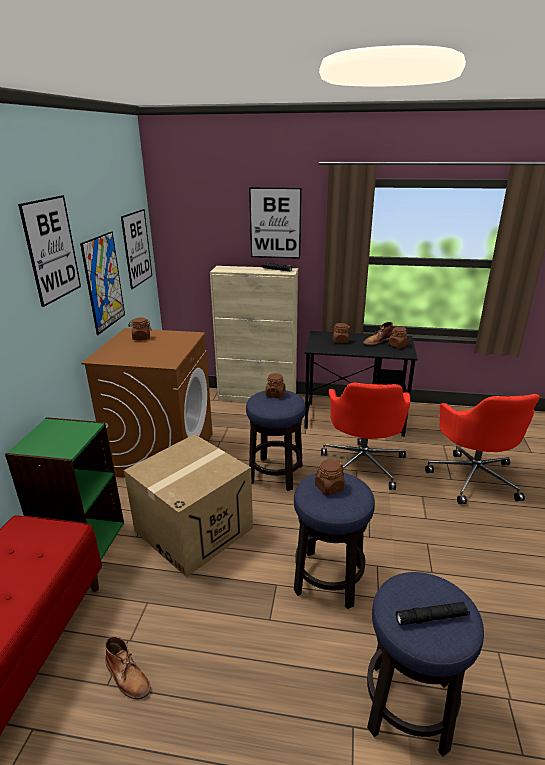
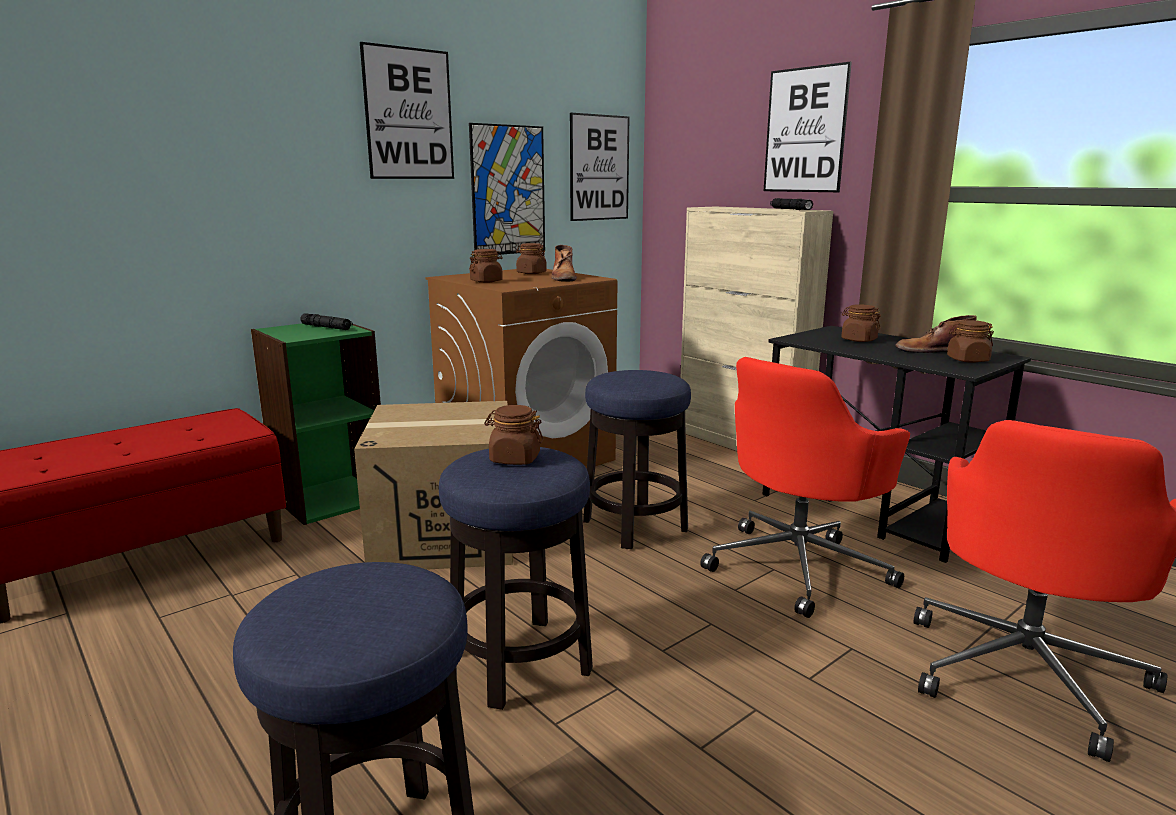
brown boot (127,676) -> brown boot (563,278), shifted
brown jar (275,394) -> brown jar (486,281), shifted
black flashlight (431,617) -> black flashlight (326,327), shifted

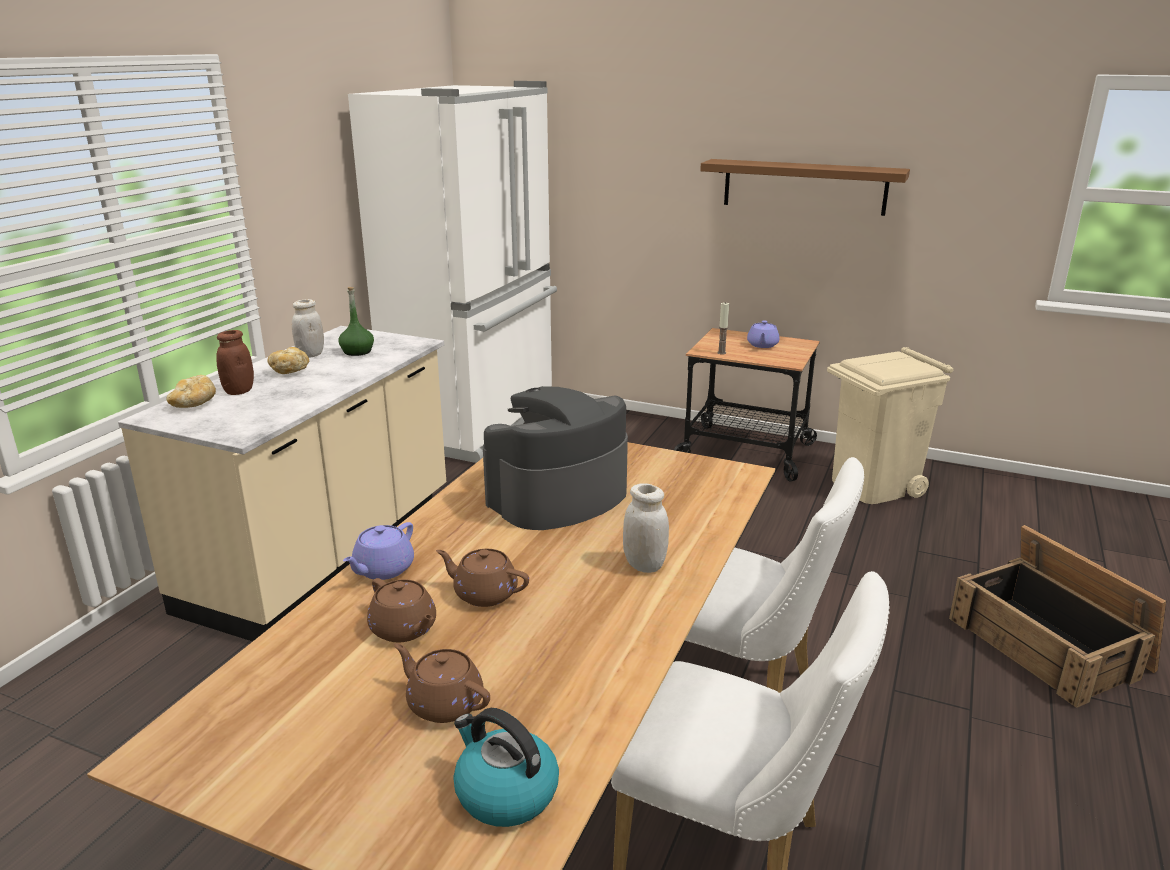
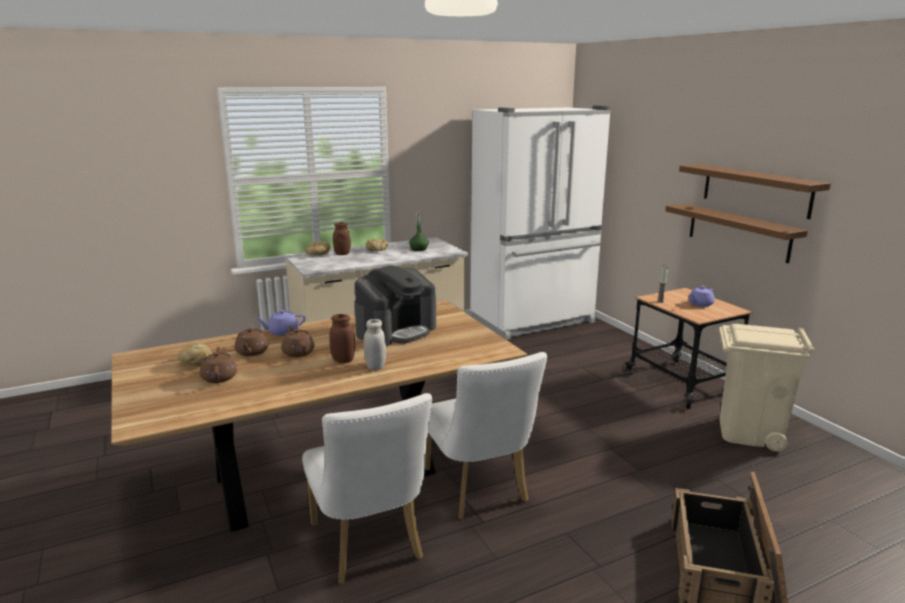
white jar (310,354) -> none
kettle (505,793) -> none
none -> bread (196,363)
none -> brown jar (343,360)
none -> brown shelf (738,232)
coffee machine (557,497) -> coffee machine (396,331), 135 degrees clockwise

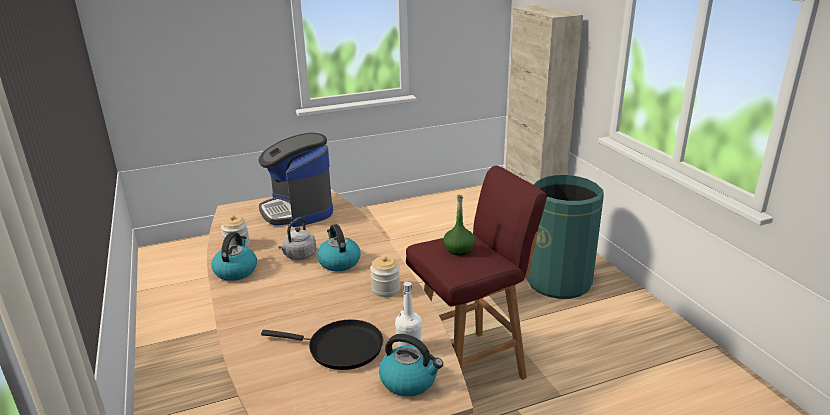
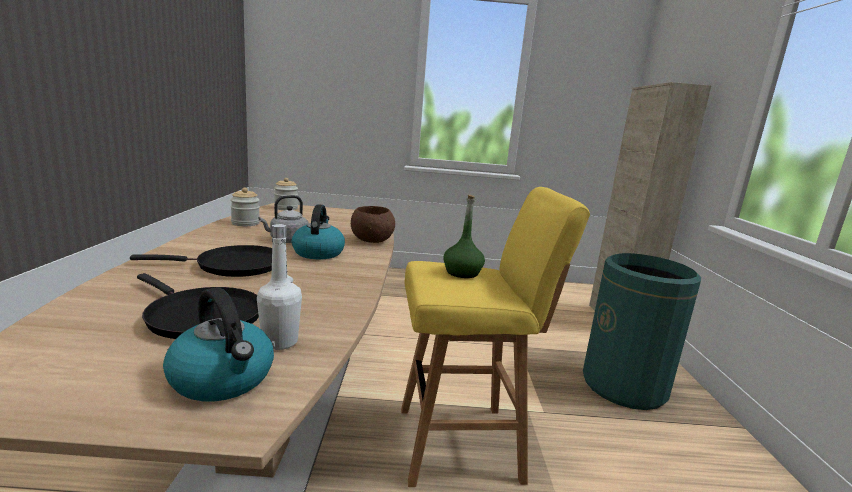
kettle (236,271) -> none
coffee machine (298,210) -> none
none -> black frying pan (234,266)
none -> brown bowl (371,240)
jar (386,290) -> jar (286,208), shifted
red stool (471,367) -> yellow stool (462,444)

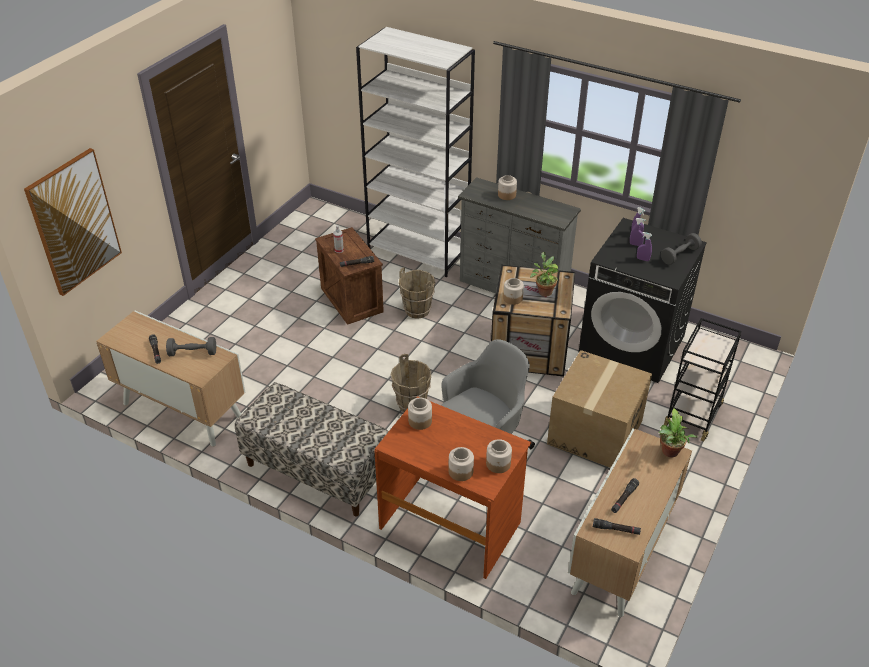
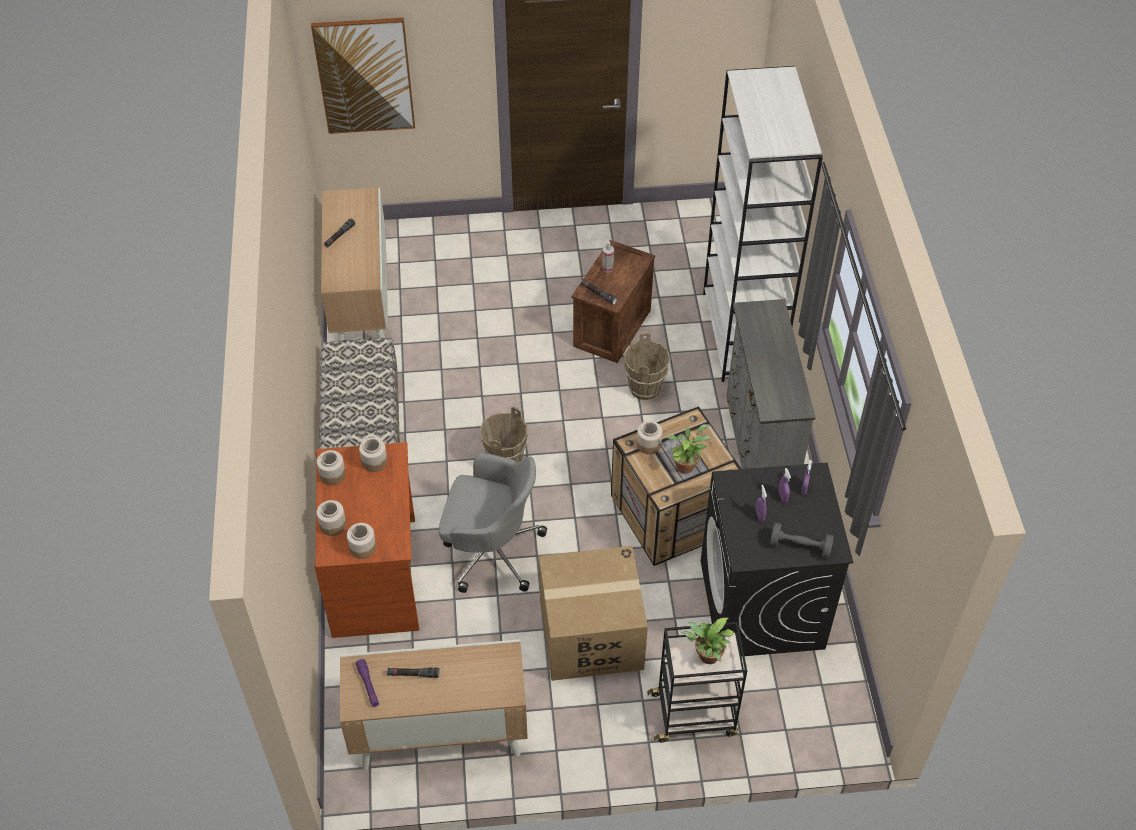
grey dumbbell (192,353) -> none
jar (506,195) -> jar (332,475), shifted
potted plant (670,453) -> potted plant (706,657), shifted
black flashlight (616,529) -> purple flashlight (368,685)

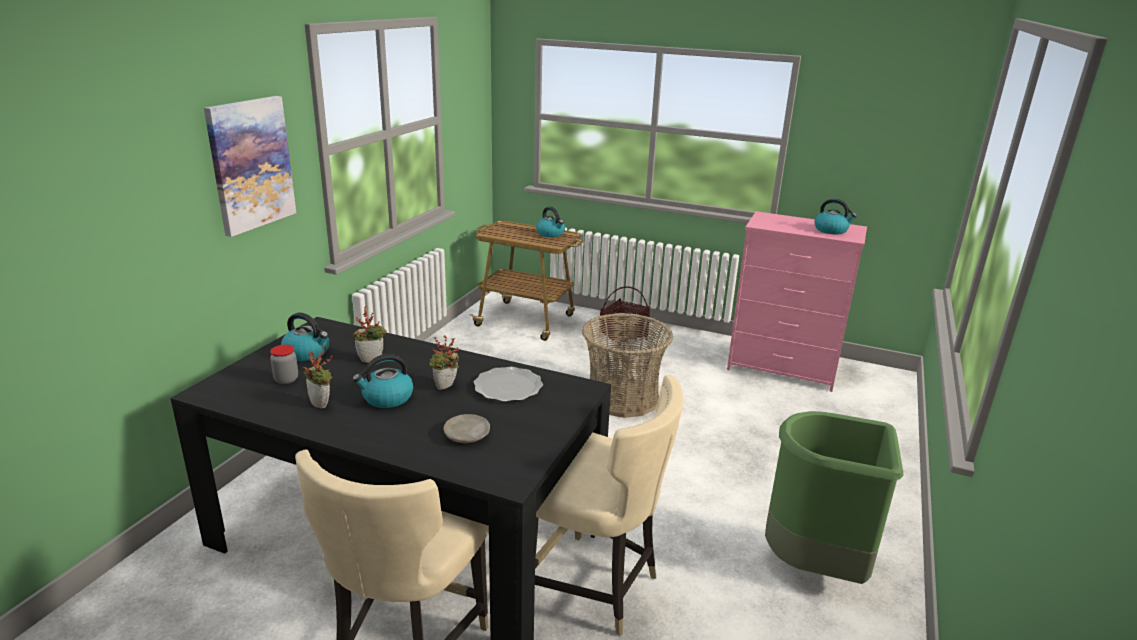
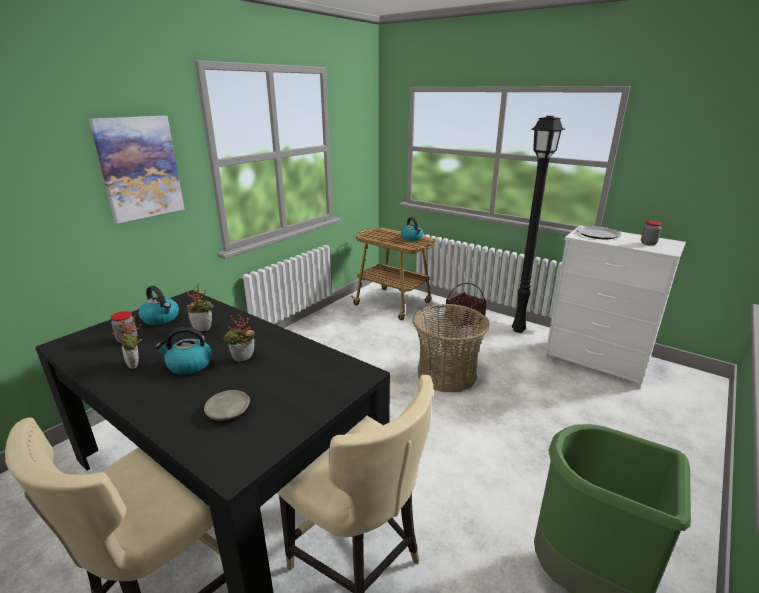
none -> black floor lamp (519,330)
plate (508,387) -> plate (598,234), shifted
kettle (831,230) -> jar (648,243)
pink dresser (783,369) -> white dresser (596,363)

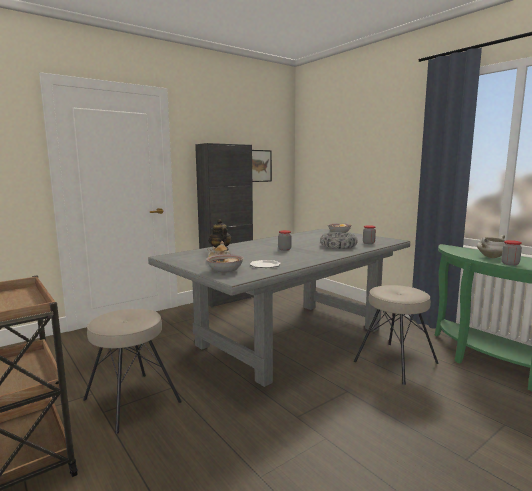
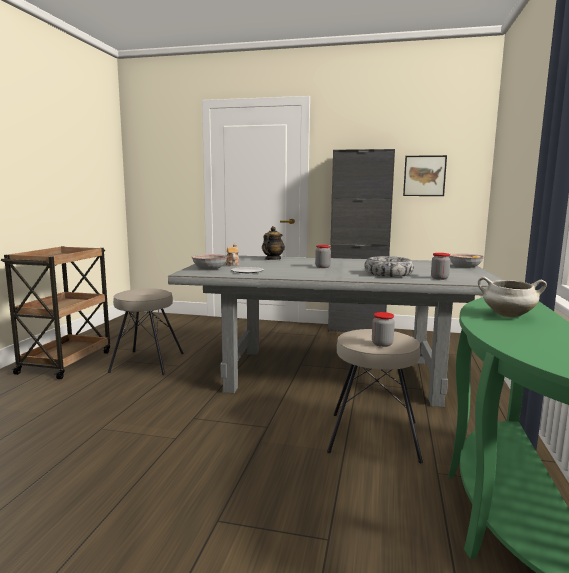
jar (510,264) -> jar (382,344), shifted

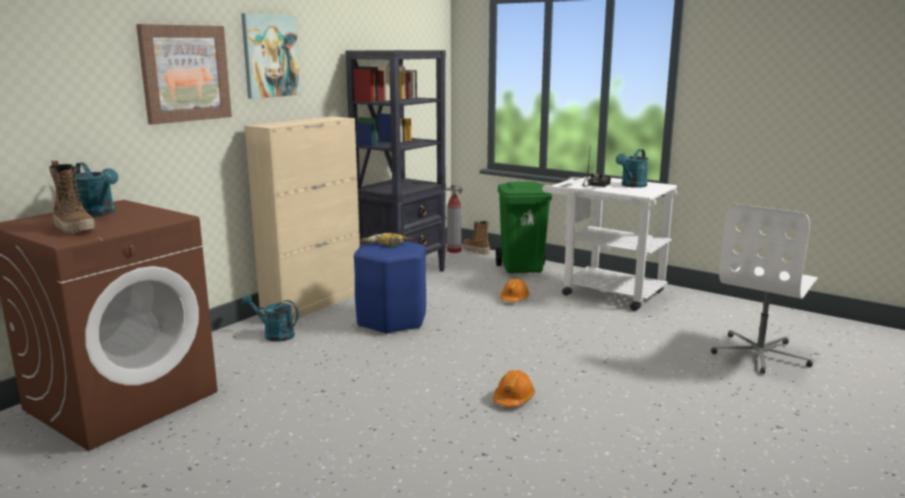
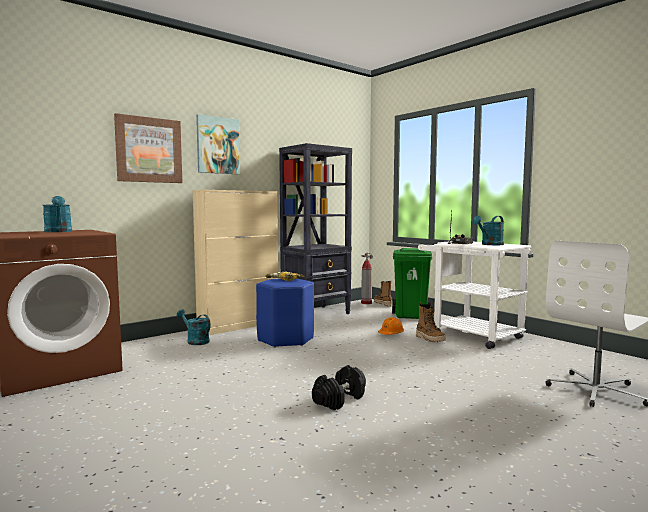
boot (75,229) -> boot (430,339), shifted
orange hard hat (513,398) -> black dumbbell (339,400)

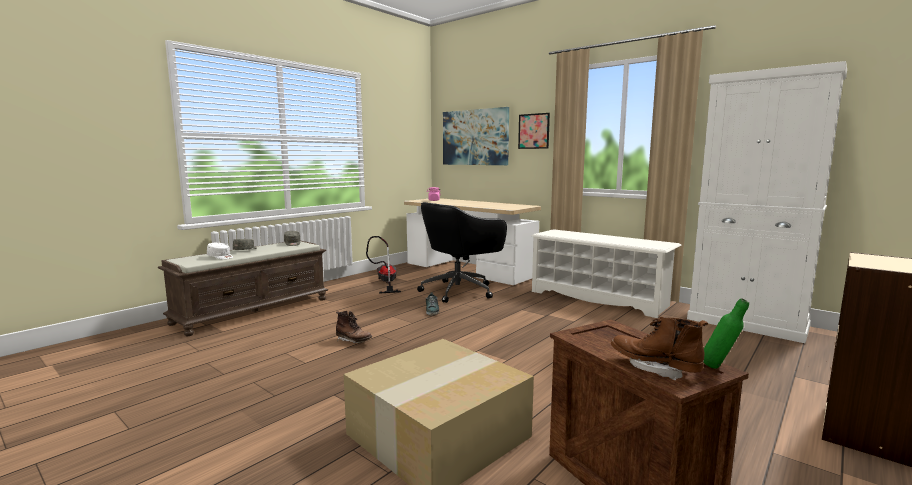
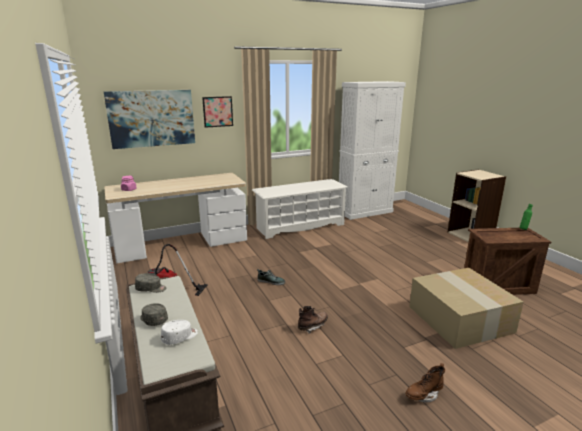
black office chair (460,291) -> none
brown boot (654,368) -> brown boot (423,395), shifted

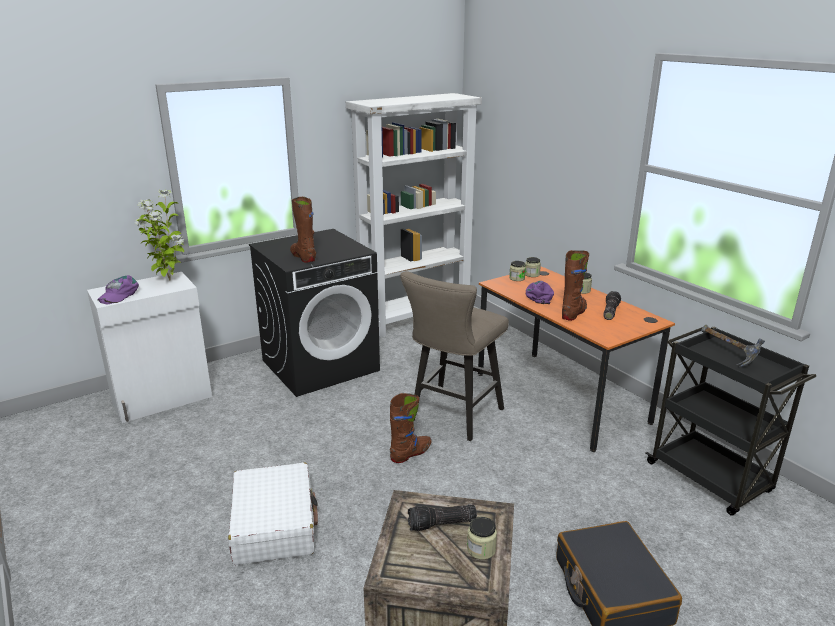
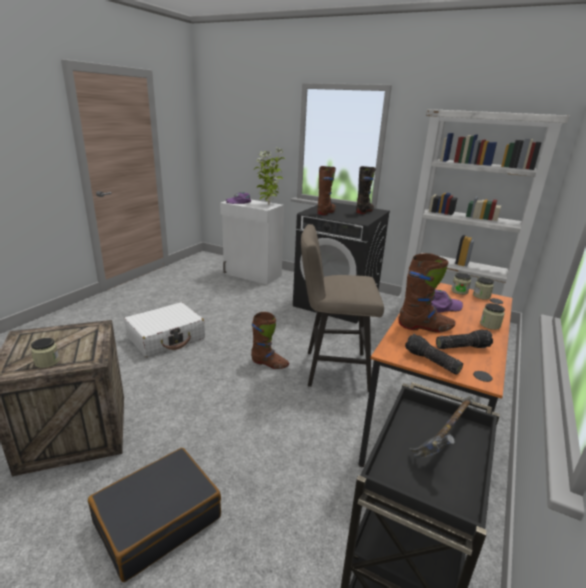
none -> black boot (364,211)
flashlight (441,525) -> flashlight (431,361), shifted

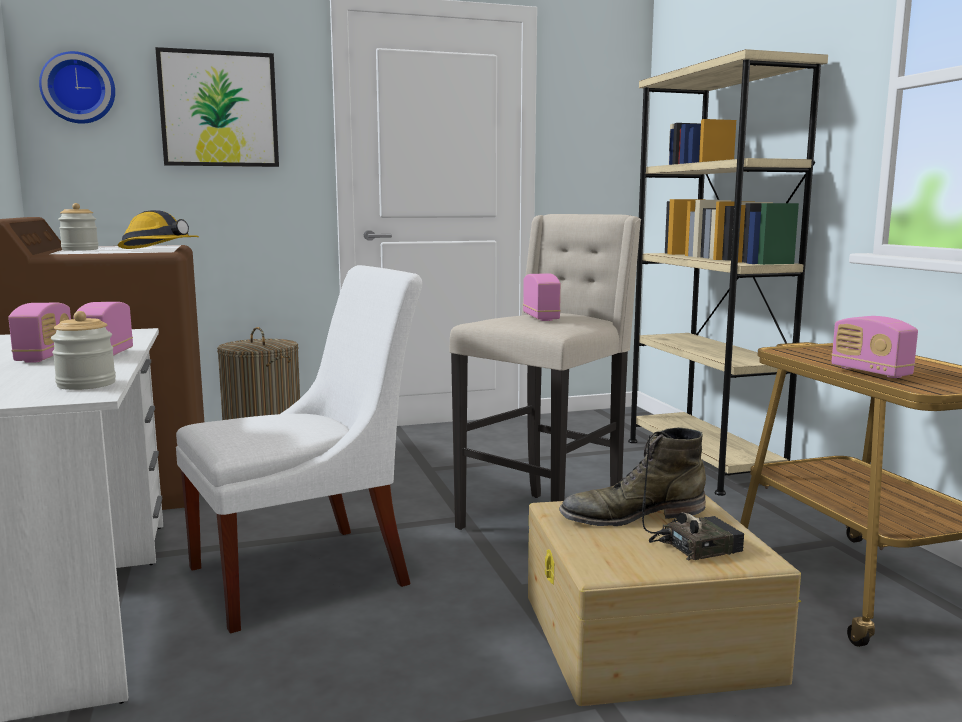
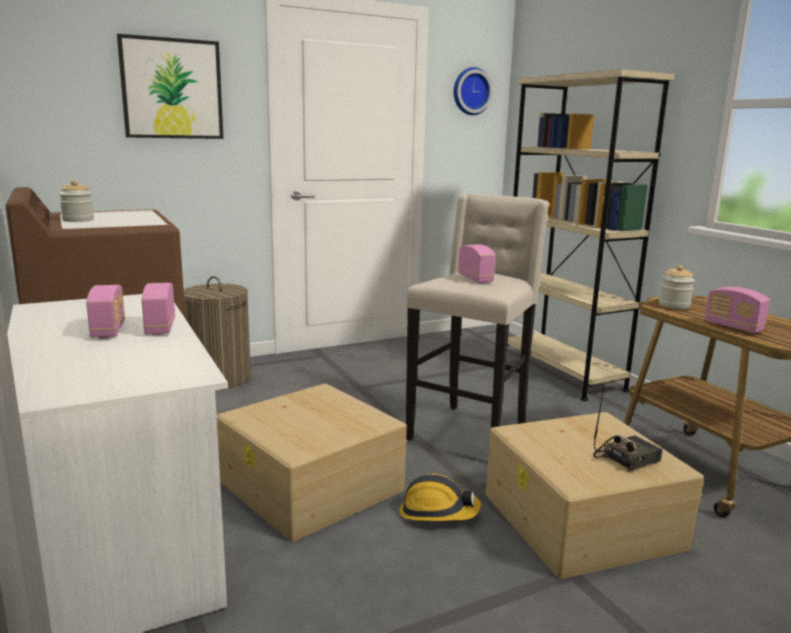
green boot (631,515) -> none
wall clock (78,88) -> wall clock (470,91), shifted
jar (86,384) -> jar (674,305), shifted
hard hat (159,249) -> hard hat (438,512), shifted
white chair (308,573) -> beige storage box (311,486)

